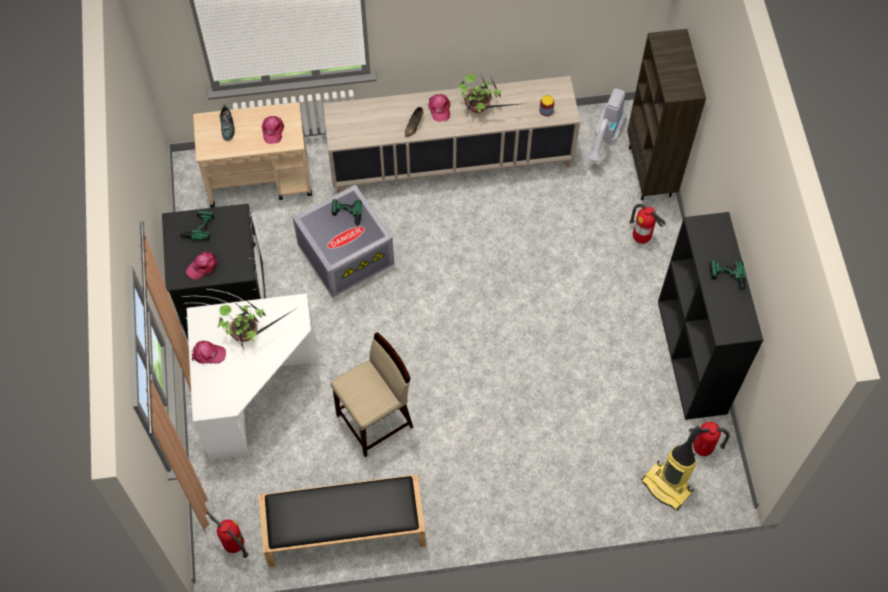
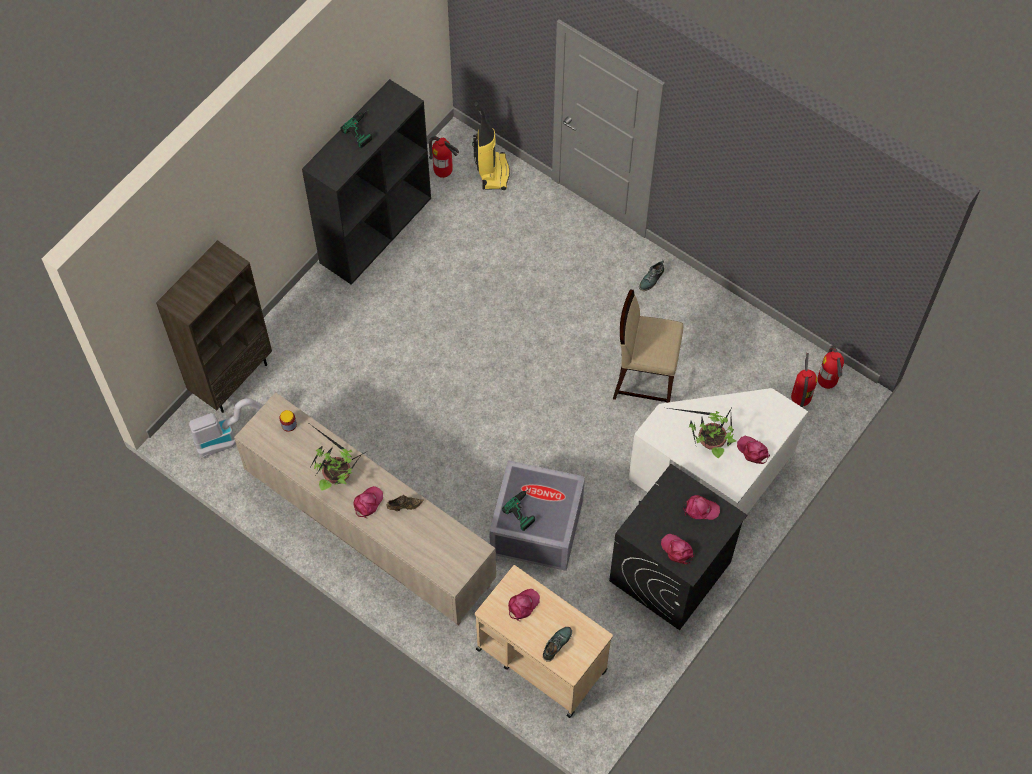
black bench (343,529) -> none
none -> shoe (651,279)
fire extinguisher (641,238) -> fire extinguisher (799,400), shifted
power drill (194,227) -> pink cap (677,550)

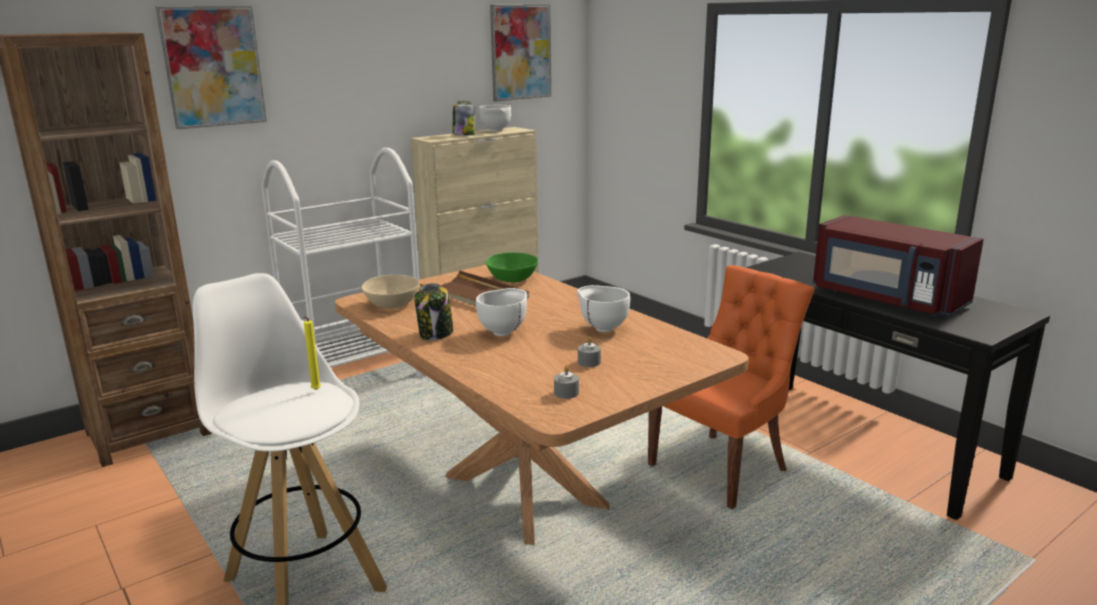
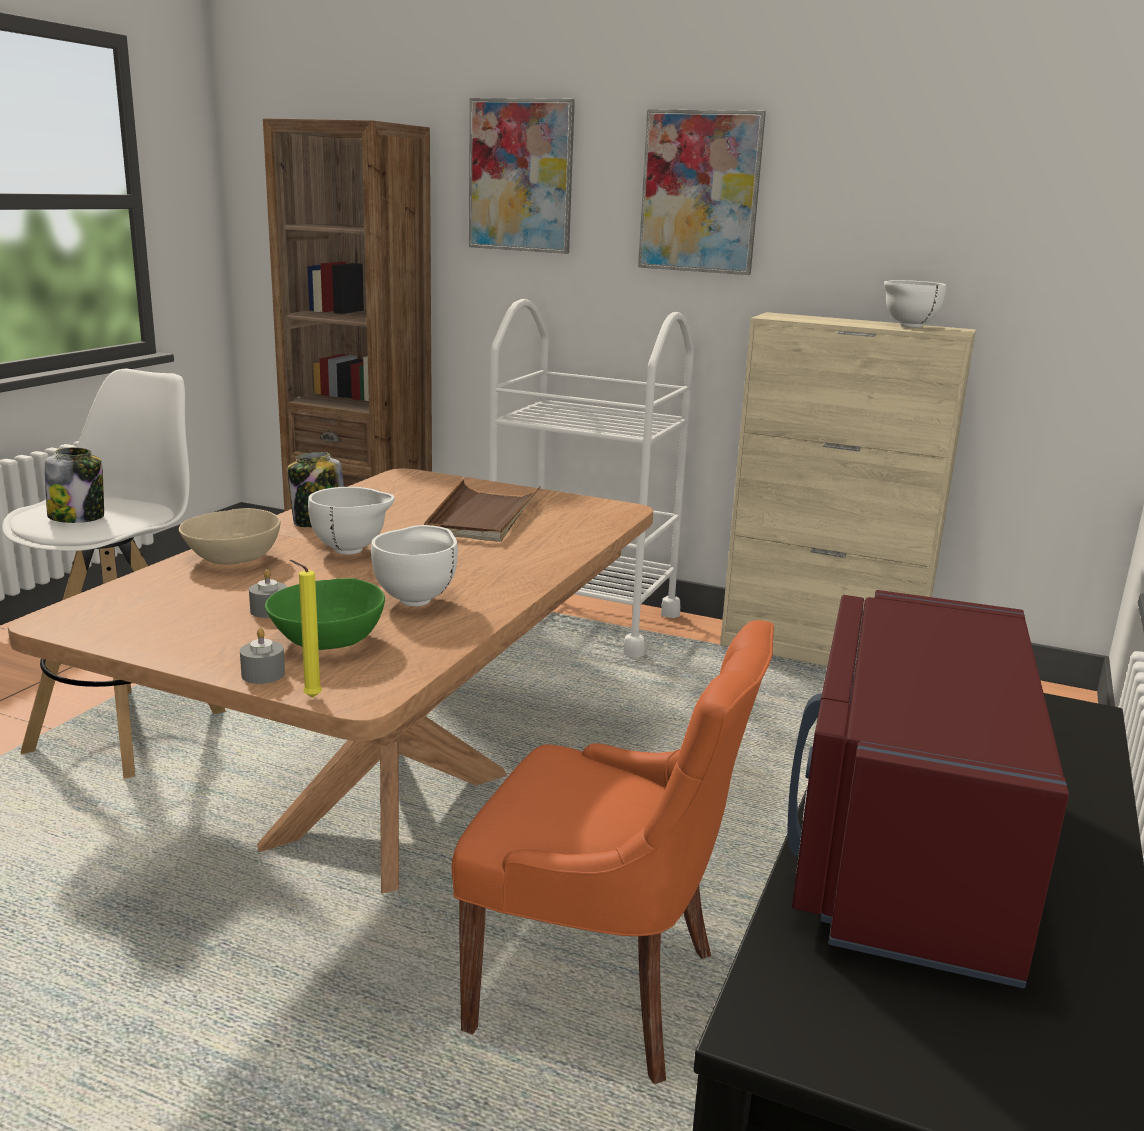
yellow candle (315,390) -> yellow candle (309,697), shifted
beige bowl (392,304) -> beige bowl (232,558), shifted
jar (463,135) -> jar (78,517), shifted
green bowl (512,279) -> green bowl (327,640), shifted
picture (520,52) -> picture (700,192), shifted
grey candle (566,393) -> grey candle (263,674), shifted

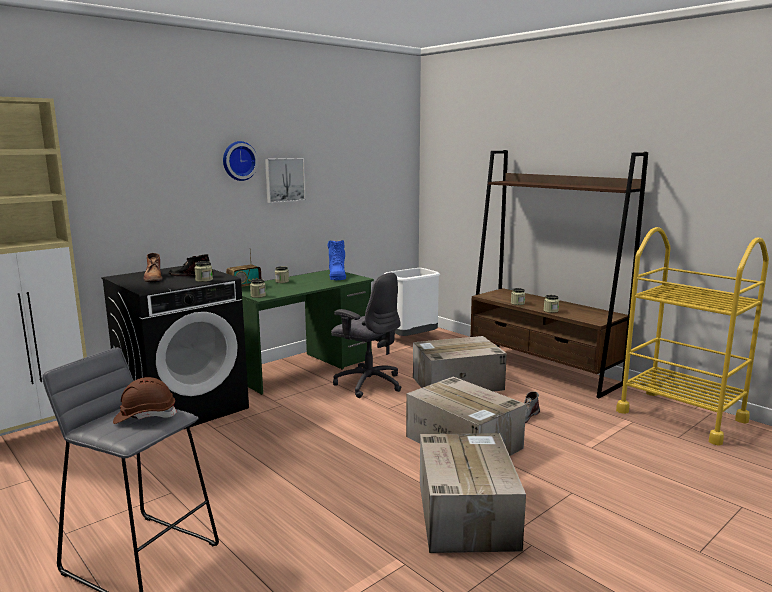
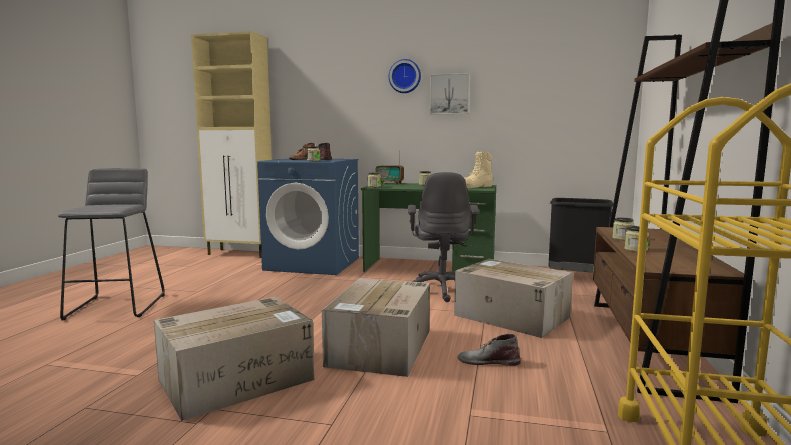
brown hard hat (145,416) -> none
black washing machine (183,407) -> blue washing machine (313,264)
blue boot (337,276) -> beige boot (475,187)
white trash can (411,338) -> black trash can (577,278)

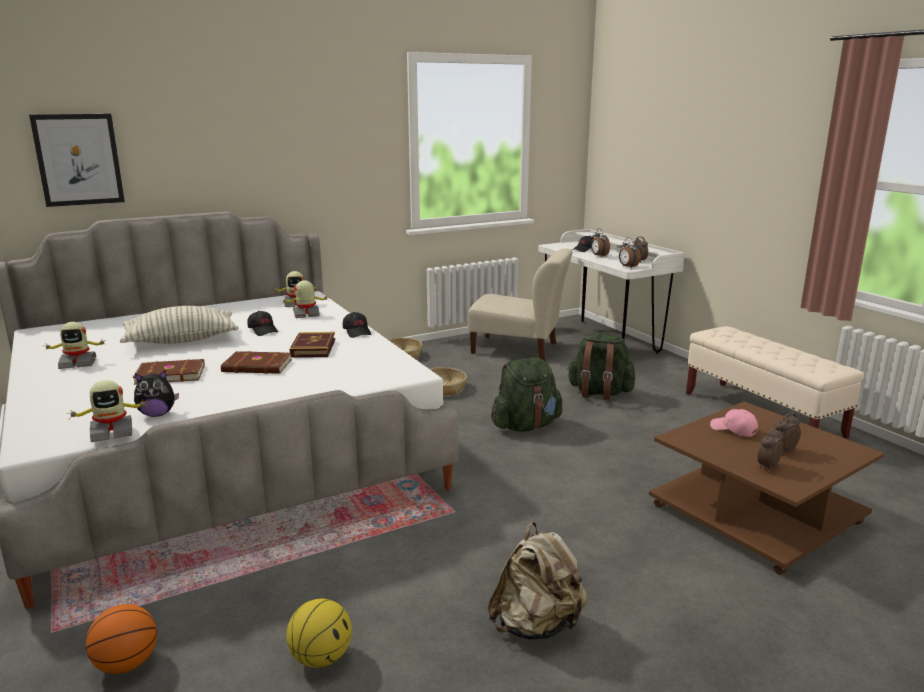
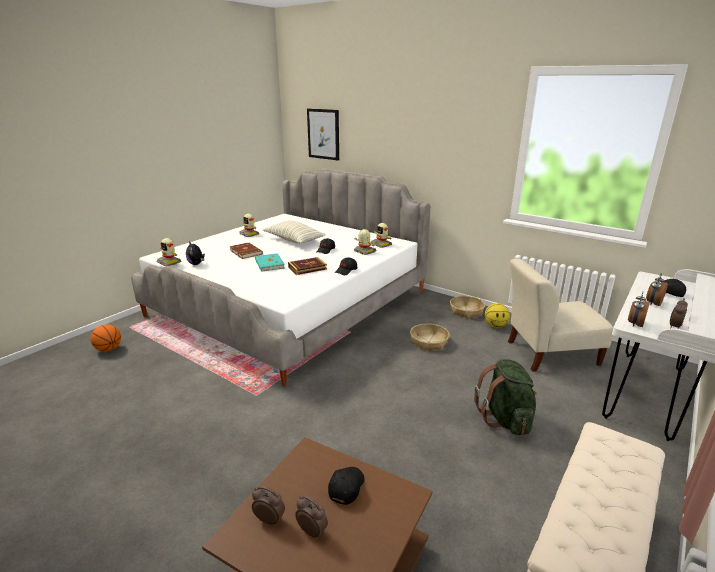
beige backpack (536,625) -> none
green backpack (526,426) -> none
basketball (321,657) -> basketball (495,326), shifted
brown book (257,366) -> turquoise book (269,264)
pink cap (733,430) -> black cap (346,487)
beige chair (518,349) -> beige chair (548,354), 90 degrees clockwise

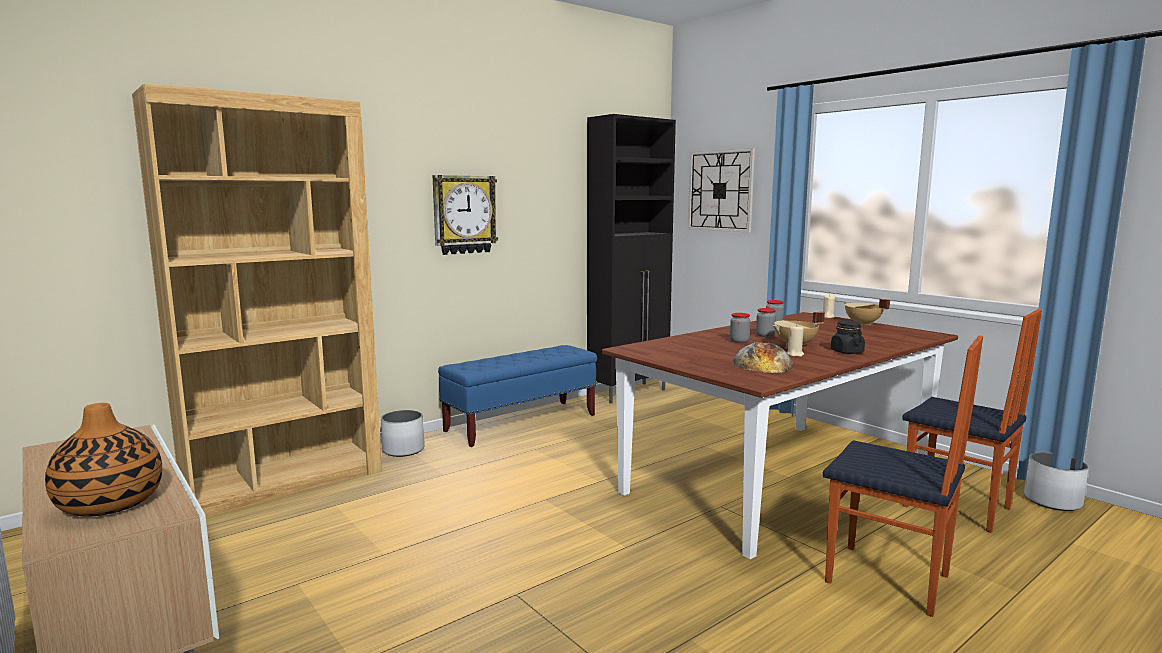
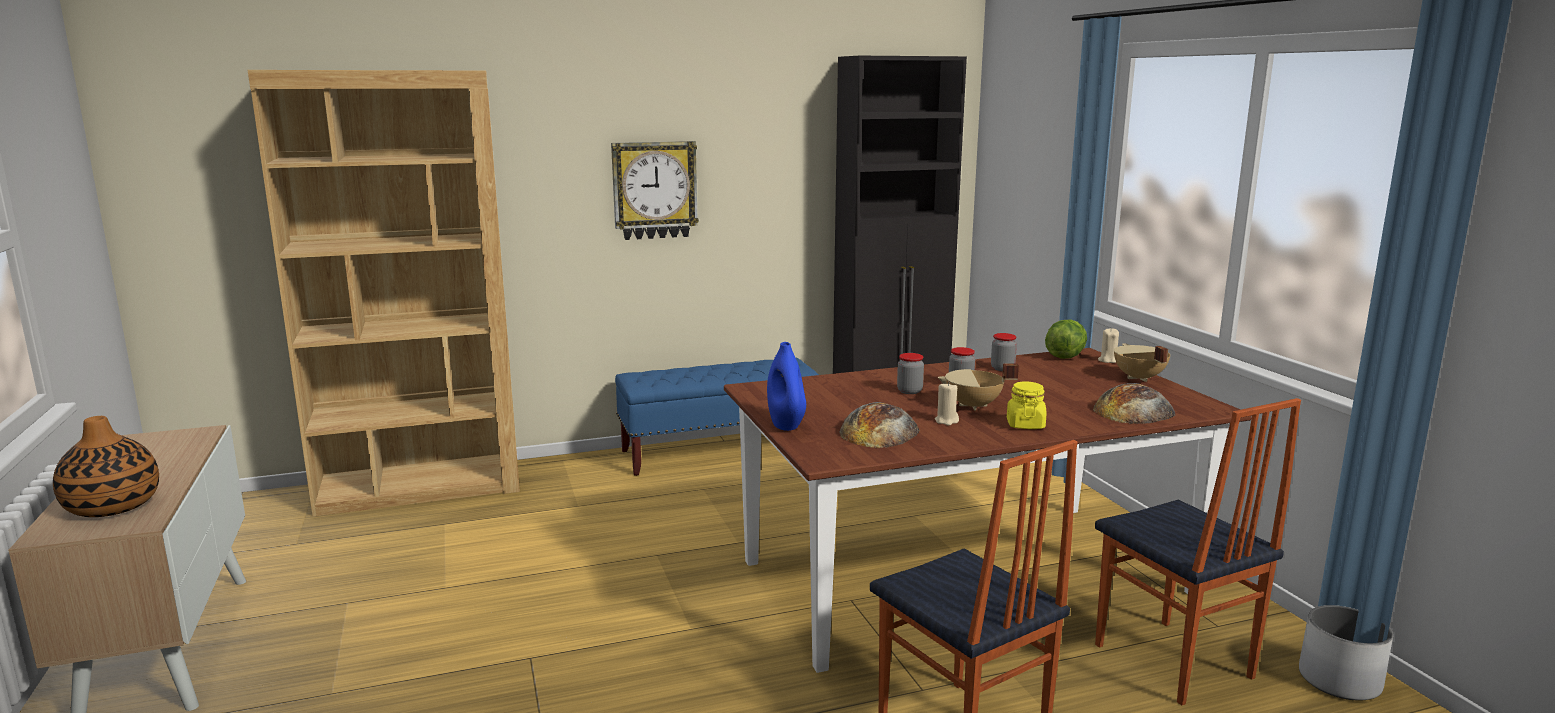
white planter (403,450) -> none
wall clock (720,190) -> none
none -> blue vase (786,424)
none -> lettuce (1065,356)
none -> bread (1134,410)
black jar (846,352) -> yellow jar (1025,425)

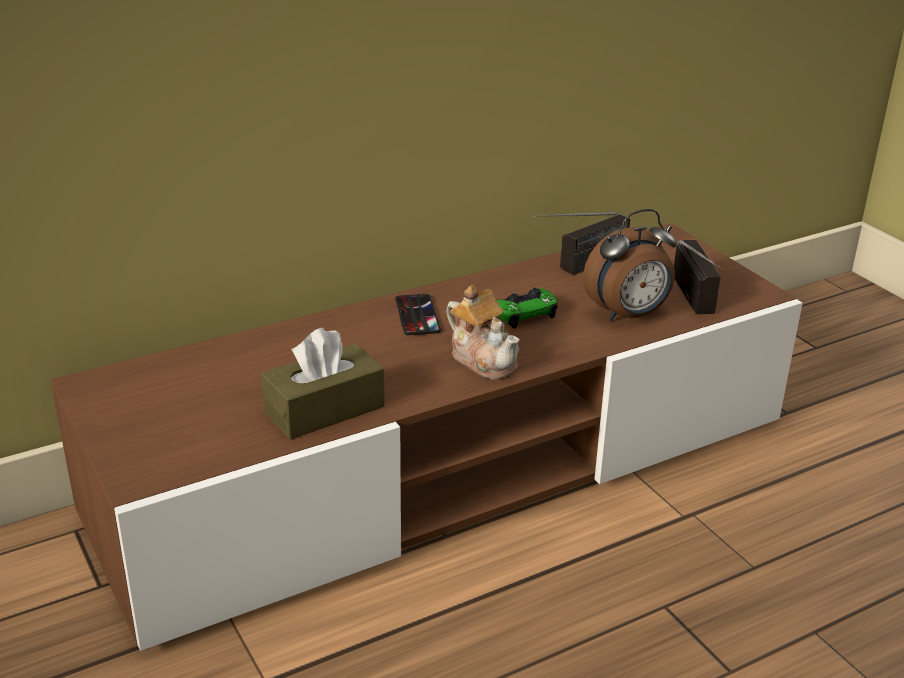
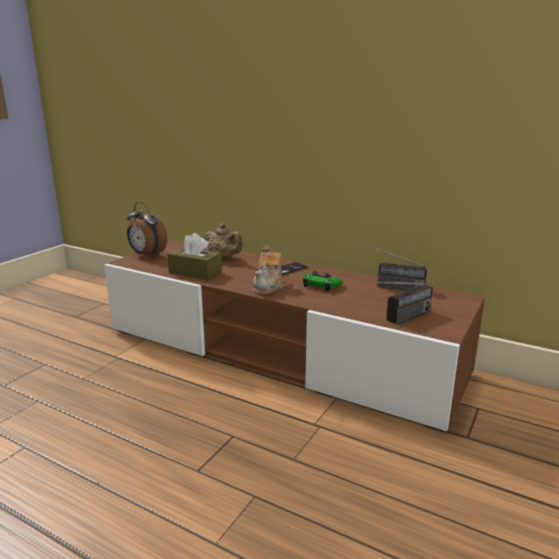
none -> beige teapot (223,258)
alarm clock (628,315) -> alarm clock (147,255), shifted

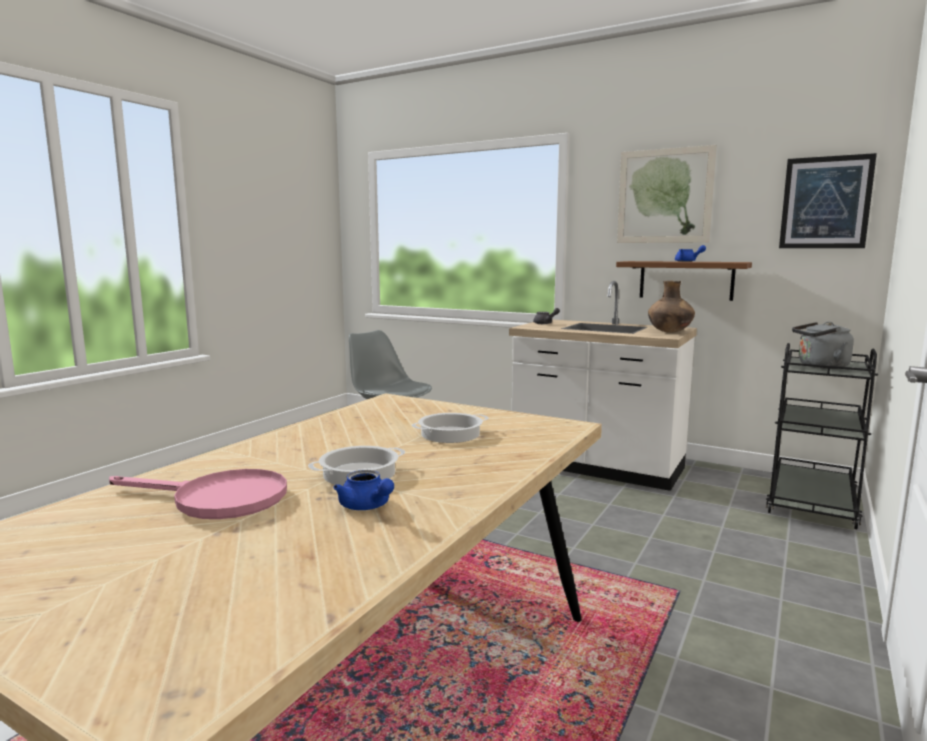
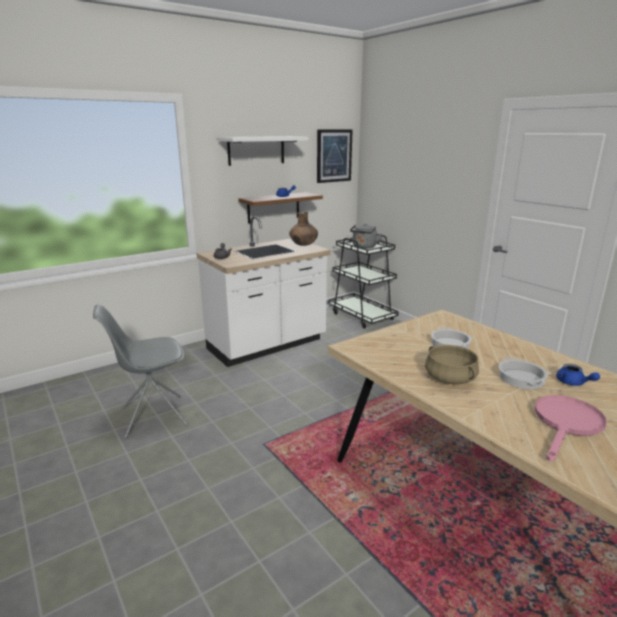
none -> beige cooking pot (449,378)
picture (664,196) -> white shelf (256,150)
blue teapot (367,507) -> blue teapot (573,383), 75 degrees clockwise

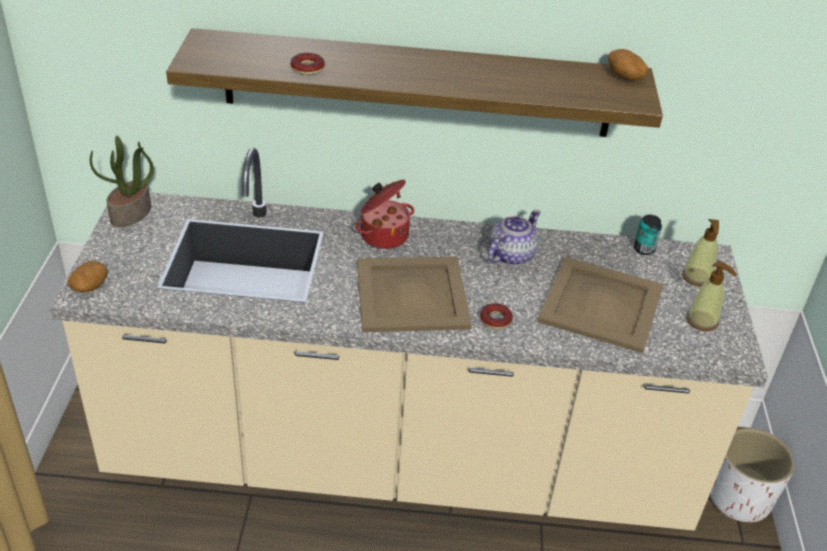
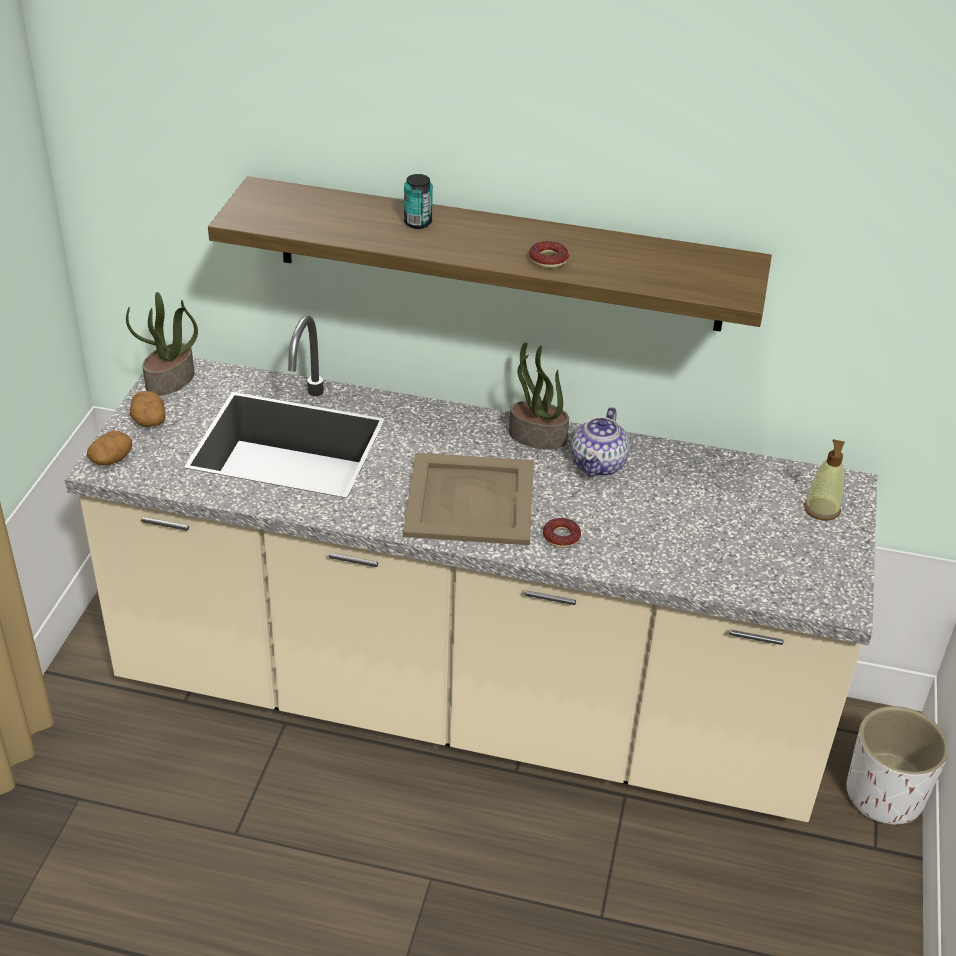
cooking pot (383,235) -> none
beige tray (602,305) -> none
soap dispenser (702,321) -> none
none -> potted plant (536,437)
donut (307,68) -> donut (548,259), shifted
potato (624,75) -> potato (148,419), shifted
can (644,249) -> can (418,222), shifted
teapot (510,255) -> teapot (599,464), 150 degrees clockwise

